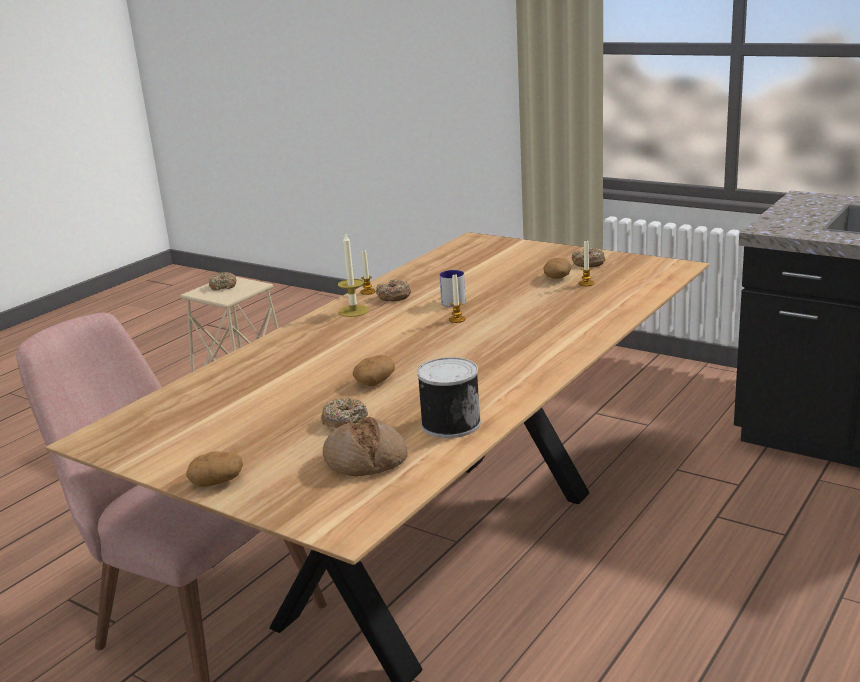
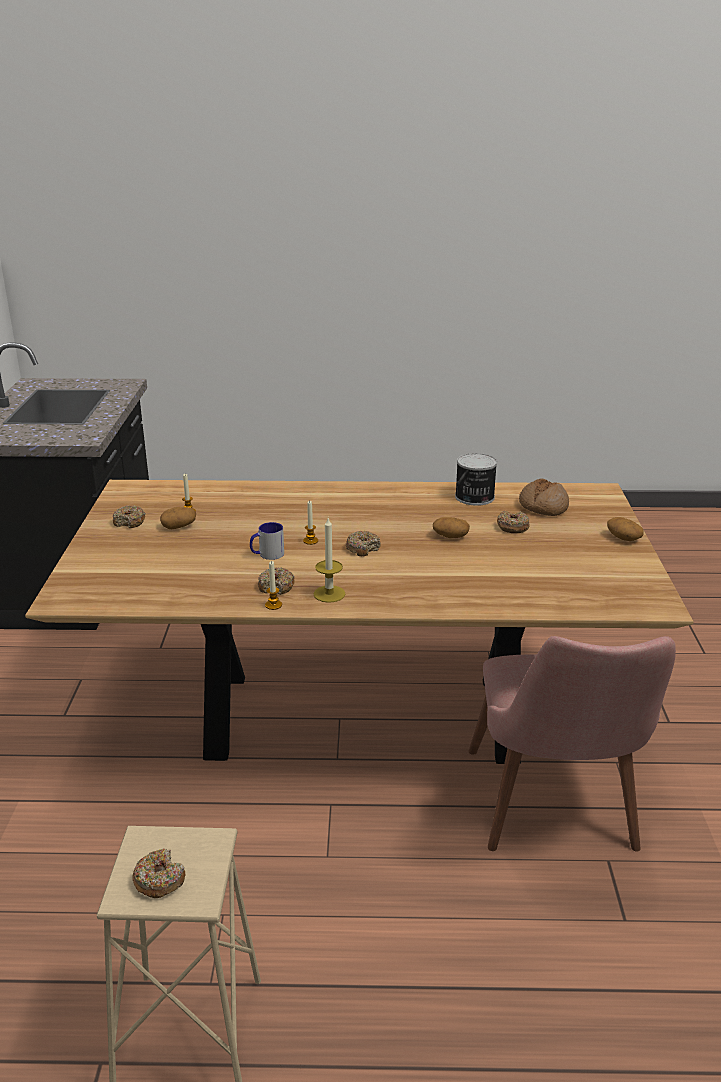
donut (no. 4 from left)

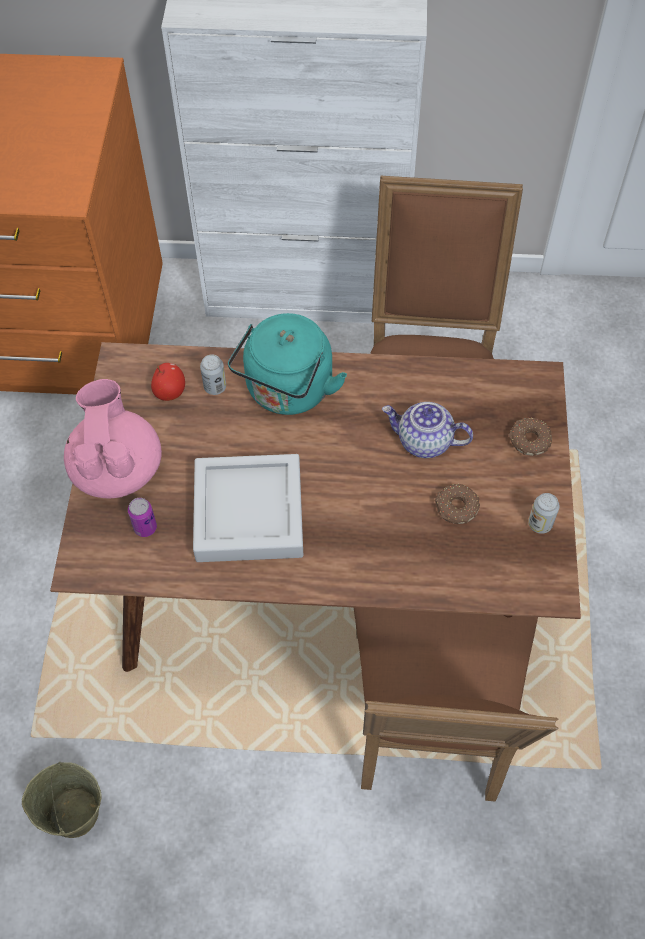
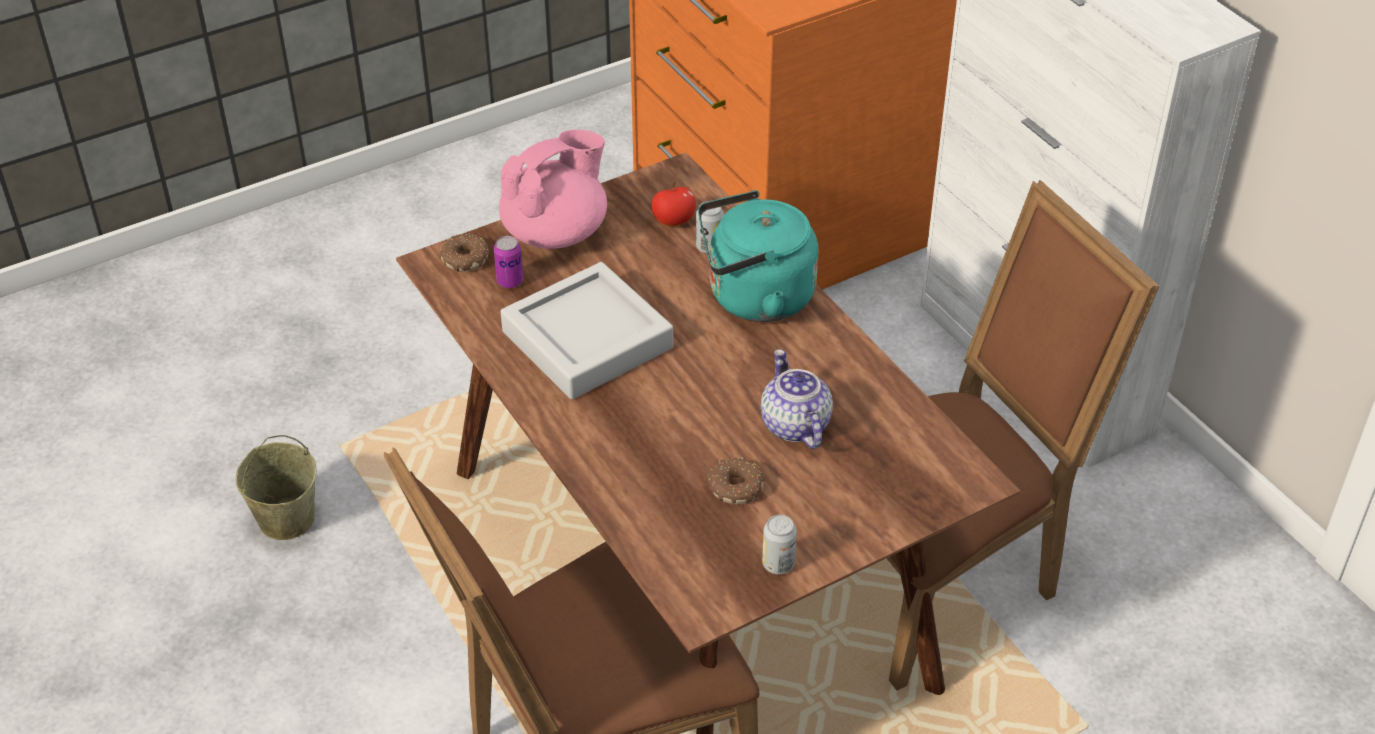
donut (no. 1 from left)

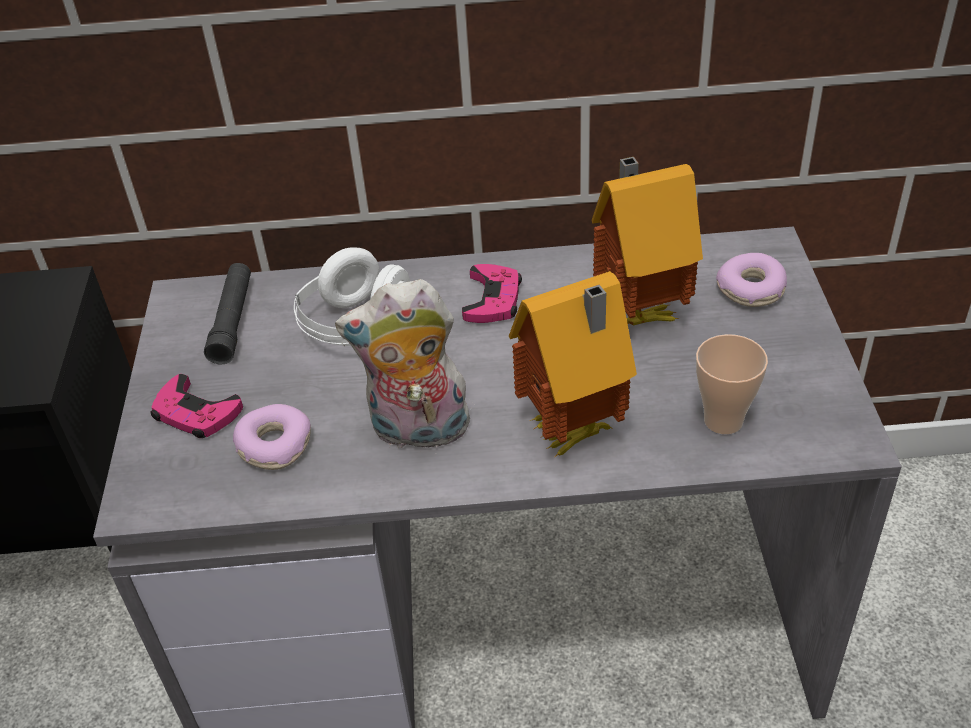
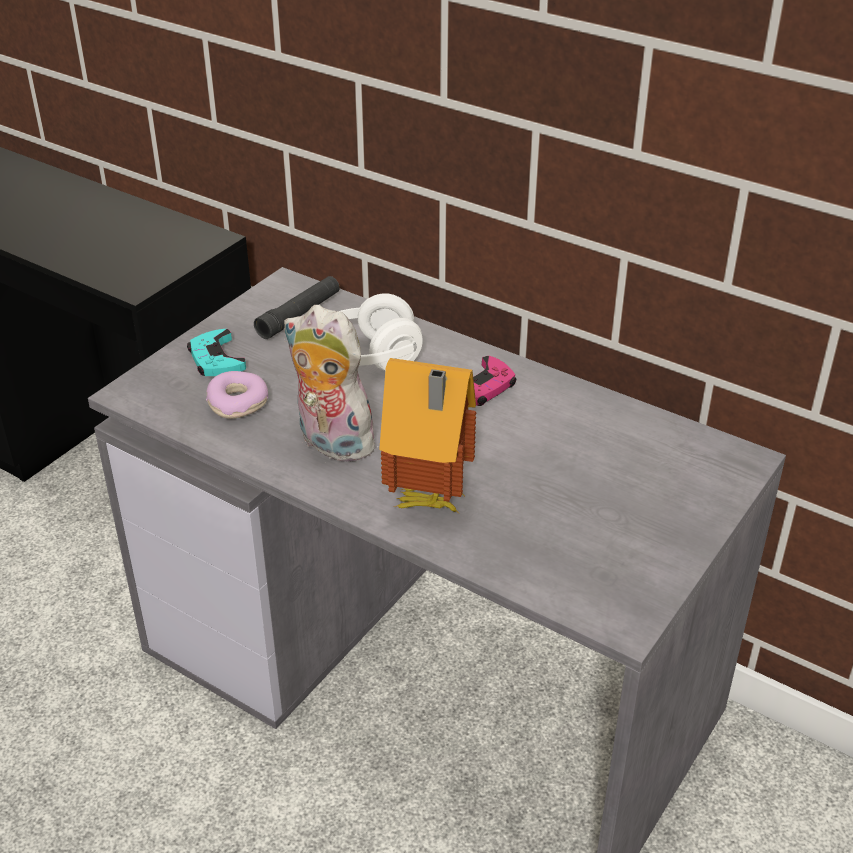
turquoise game controller
toy house (no. 2 from left in the first image)
cup
donut (no. 2 from left in the first image)

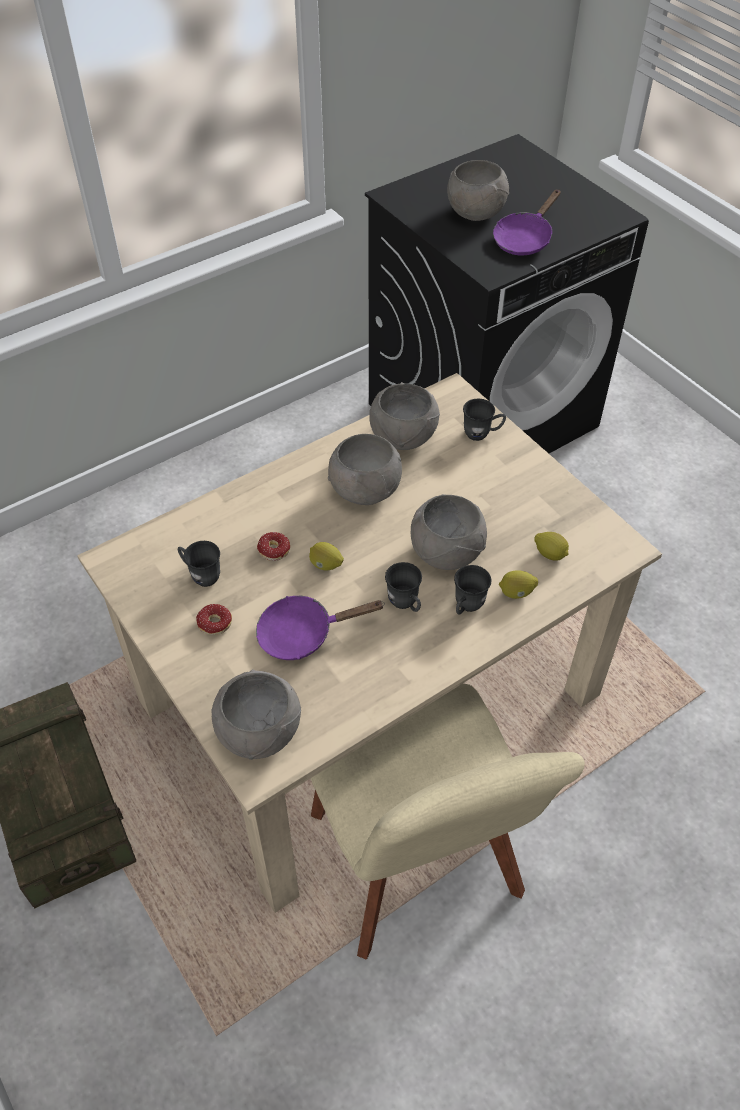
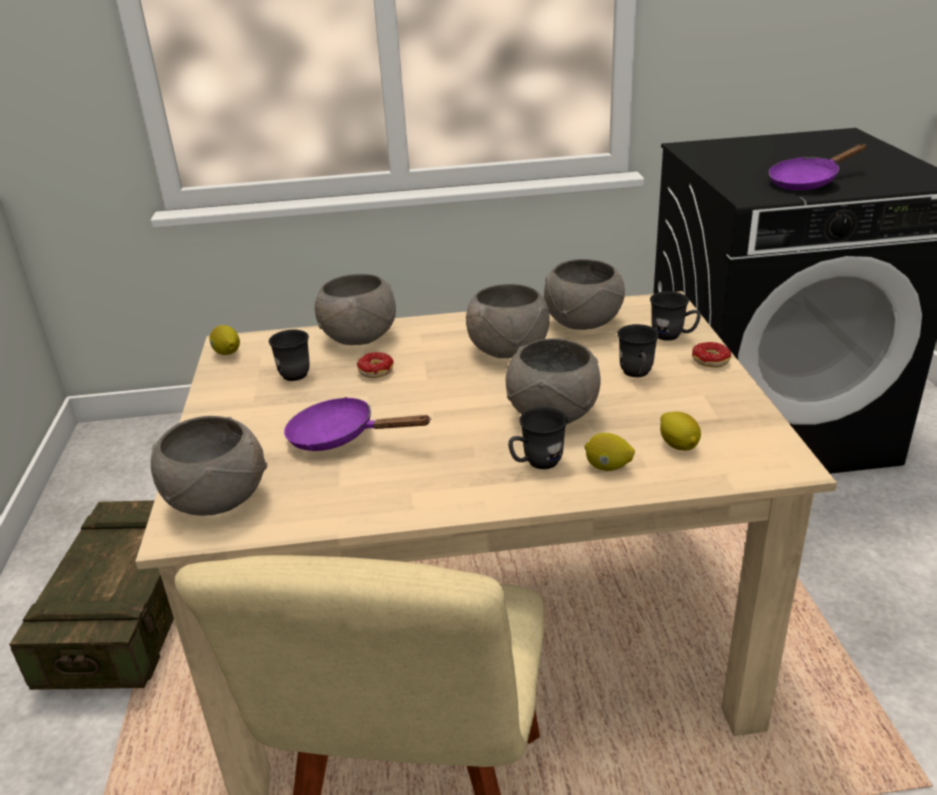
donut (no. 2 from left)
lemon (no. 1 from left)
grey mug (no. 3 from left)
grey bowl (no. 2 from left)

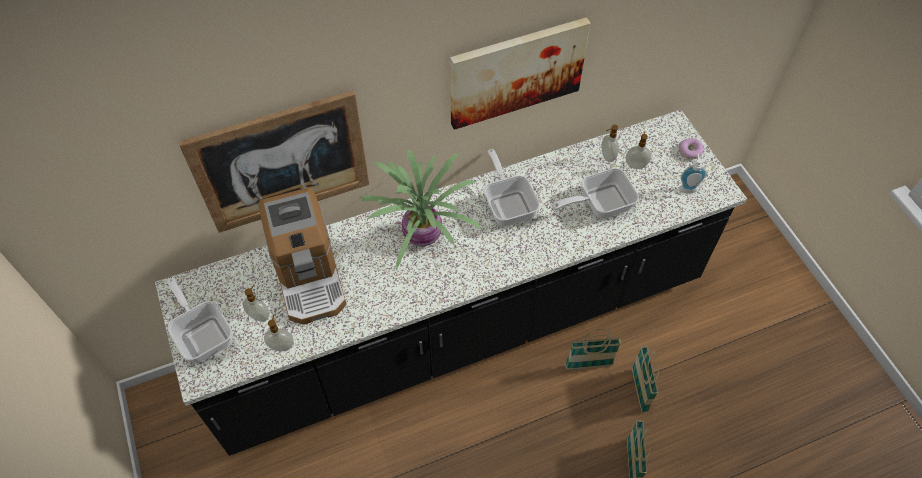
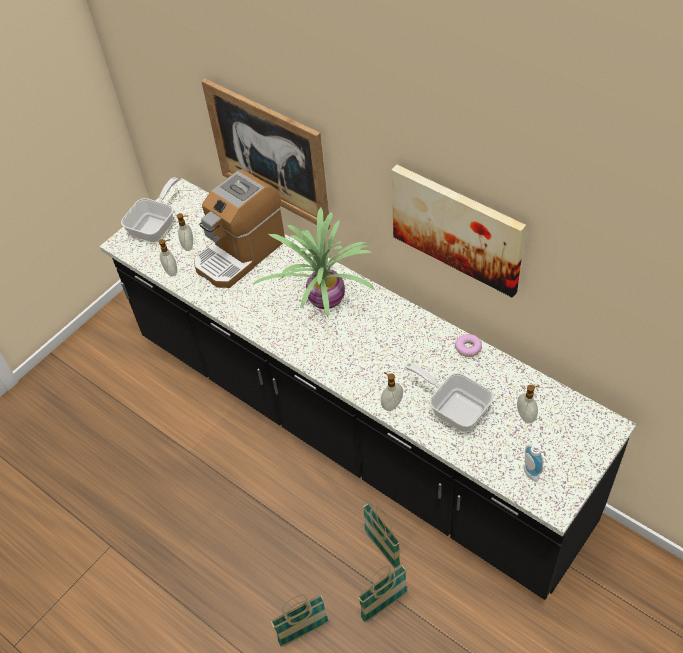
frying pan (no. 2 from left in the first image)
soap dispenser (no. 3 from left)
donut

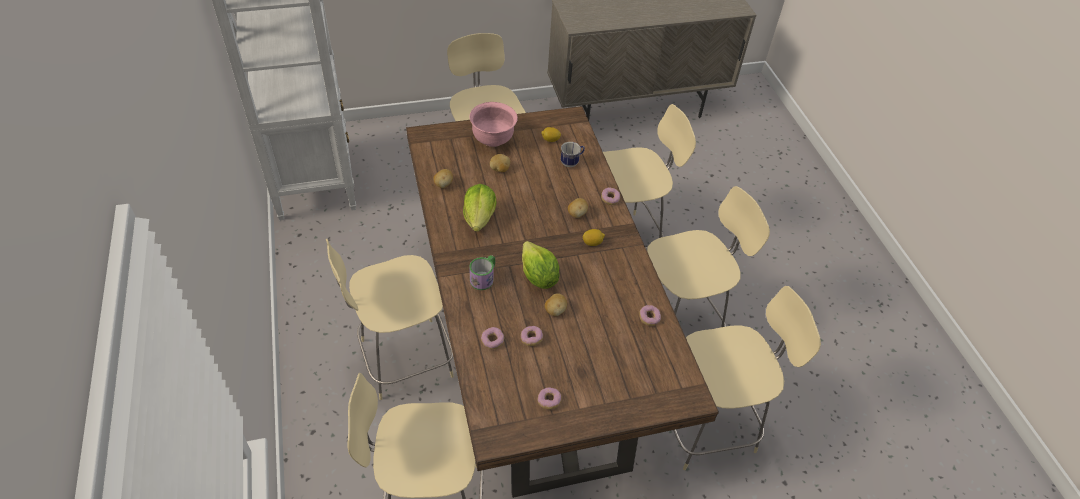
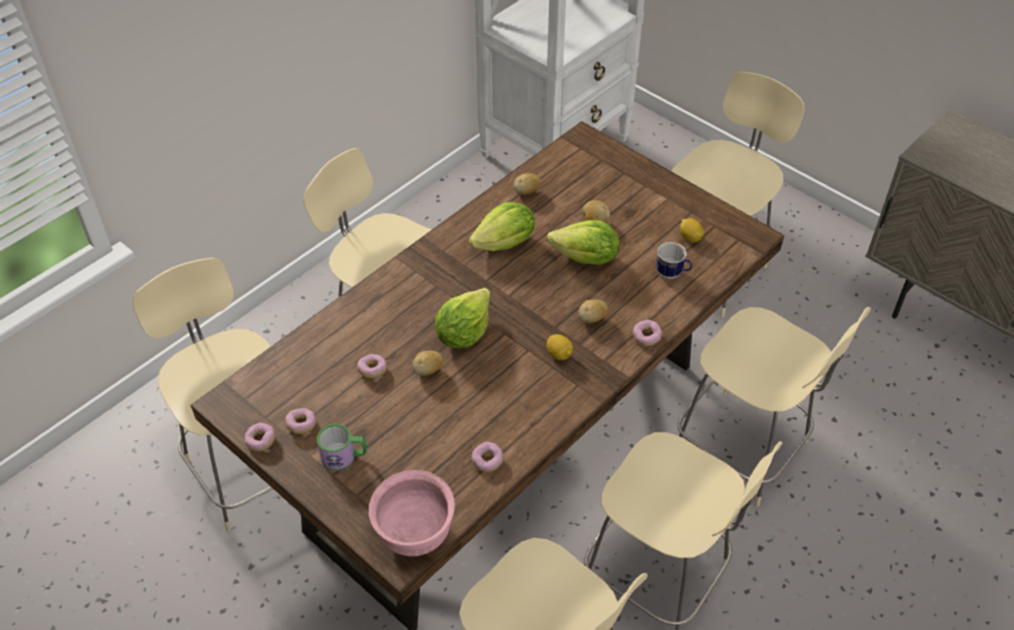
mug (no. 1 from left)
pink bowl
donut (no. 1 from left)
lettuce (no. 3 from left)

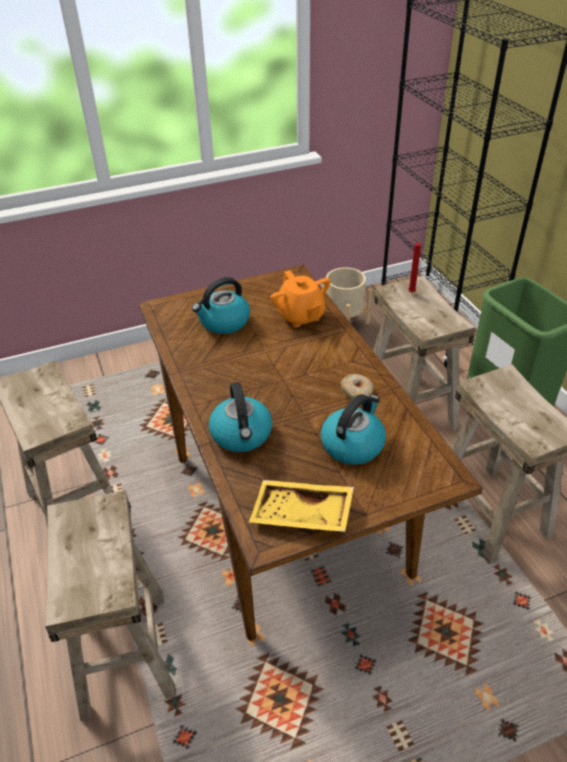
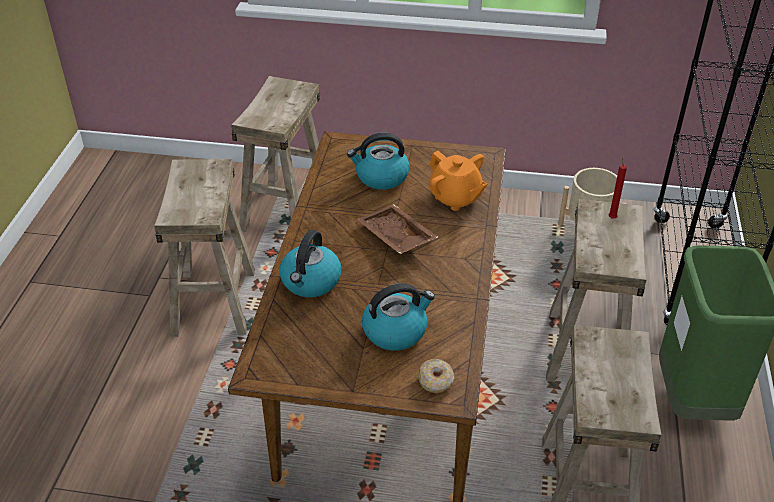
beige stool (no. 2 from left)
yellow tray
orange teapot
donut
brown tray

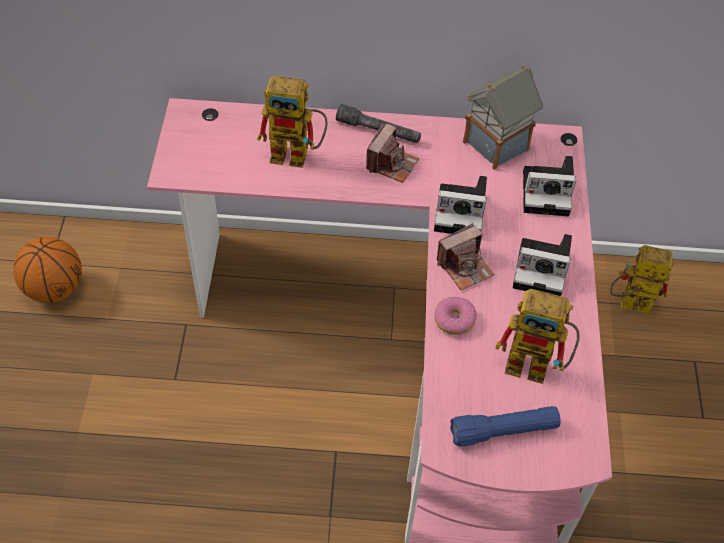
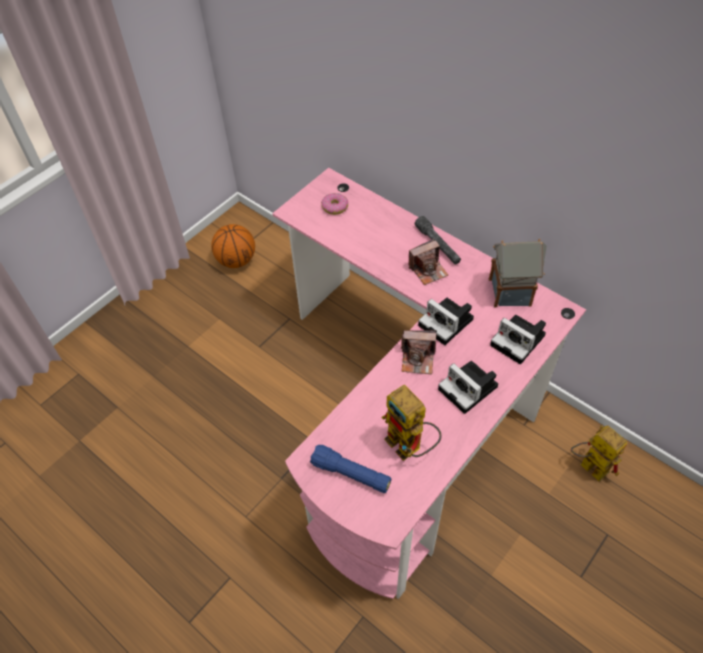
toy robot (no. 1 from left in the first image)
donut

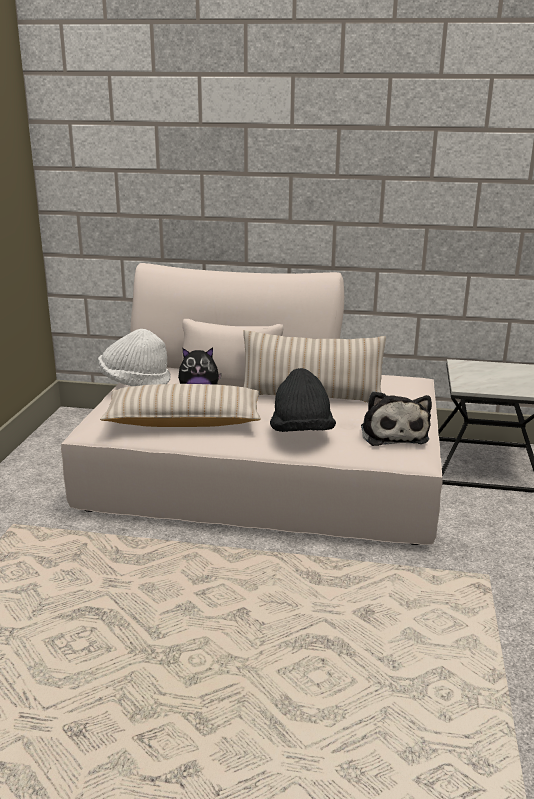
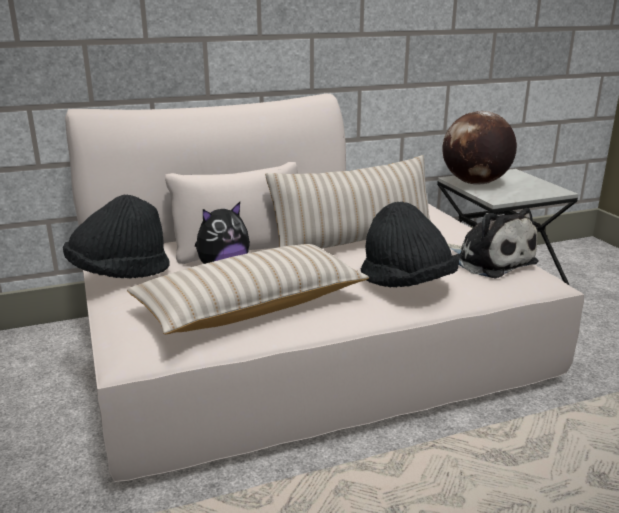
black hat (no. 1 from left)
globe

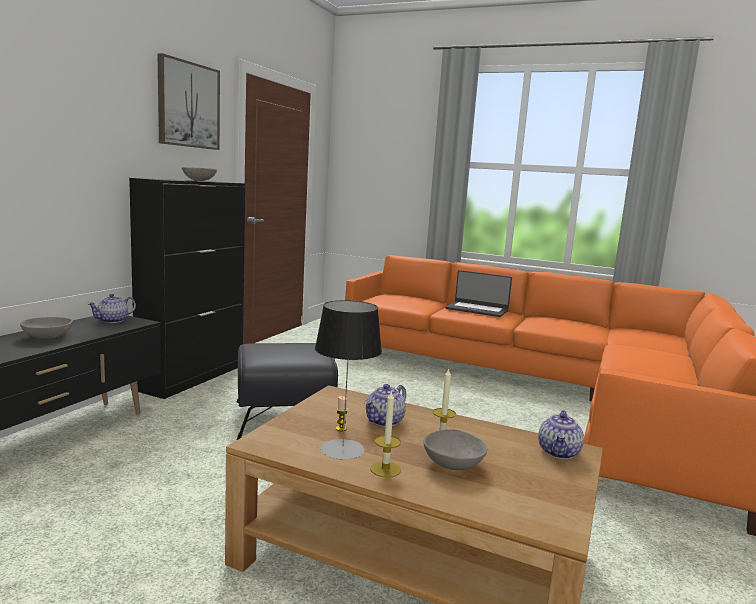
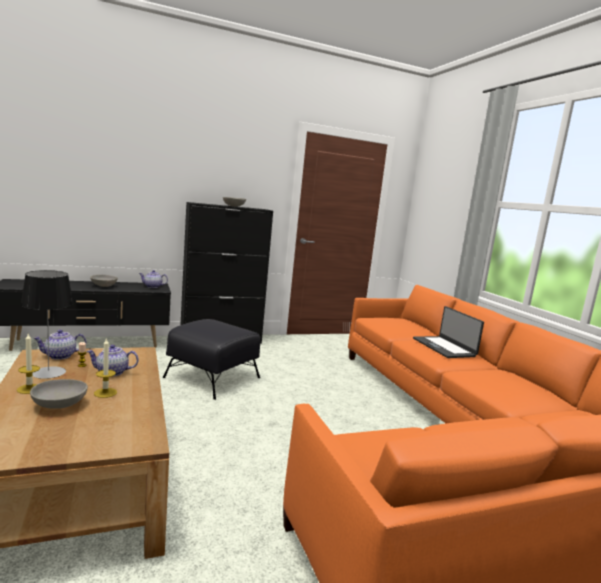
picture
teapot (no. 1 from left)

